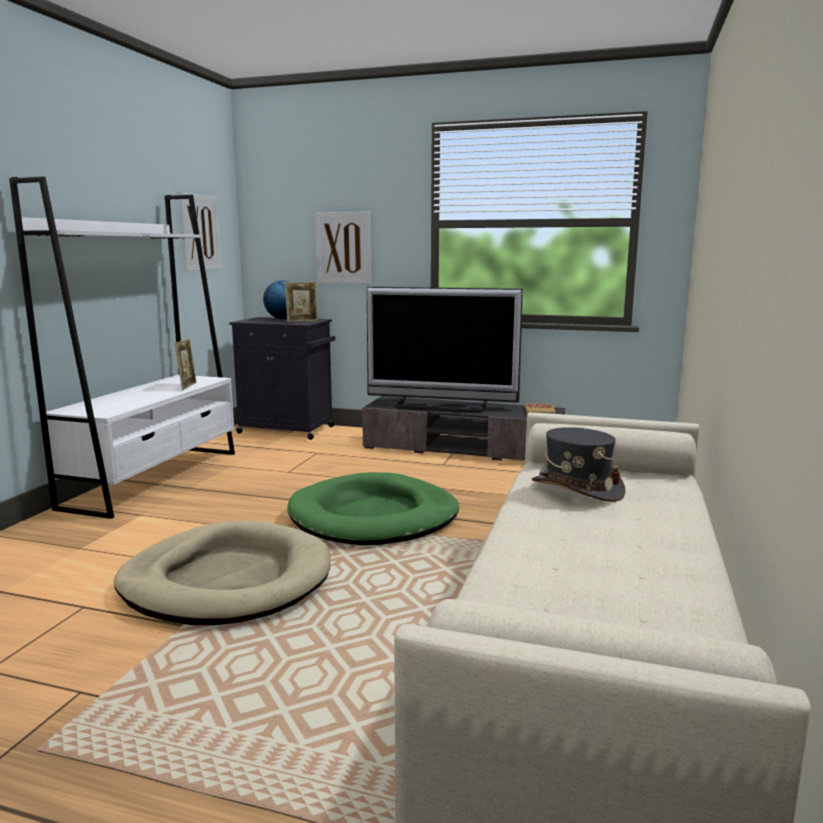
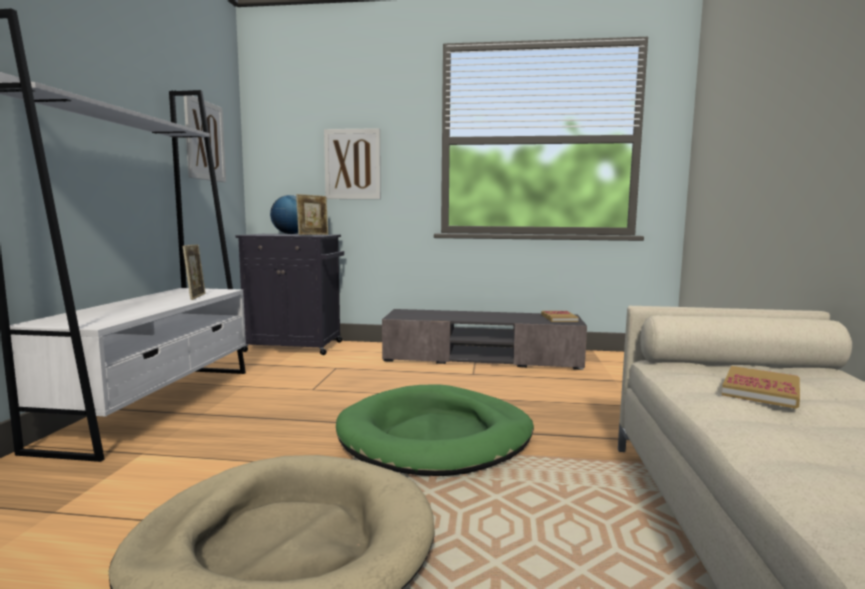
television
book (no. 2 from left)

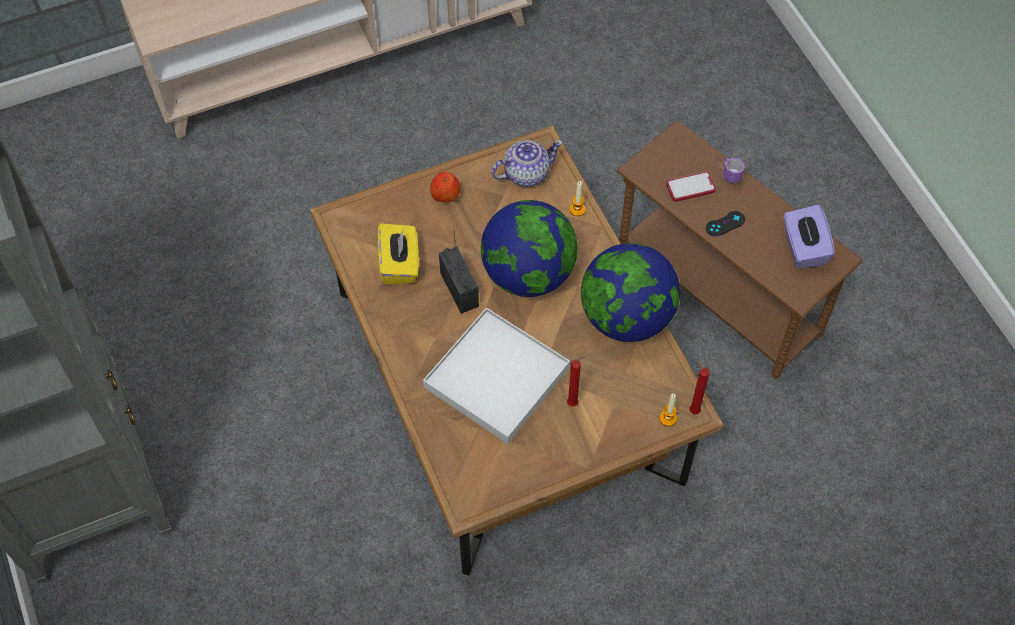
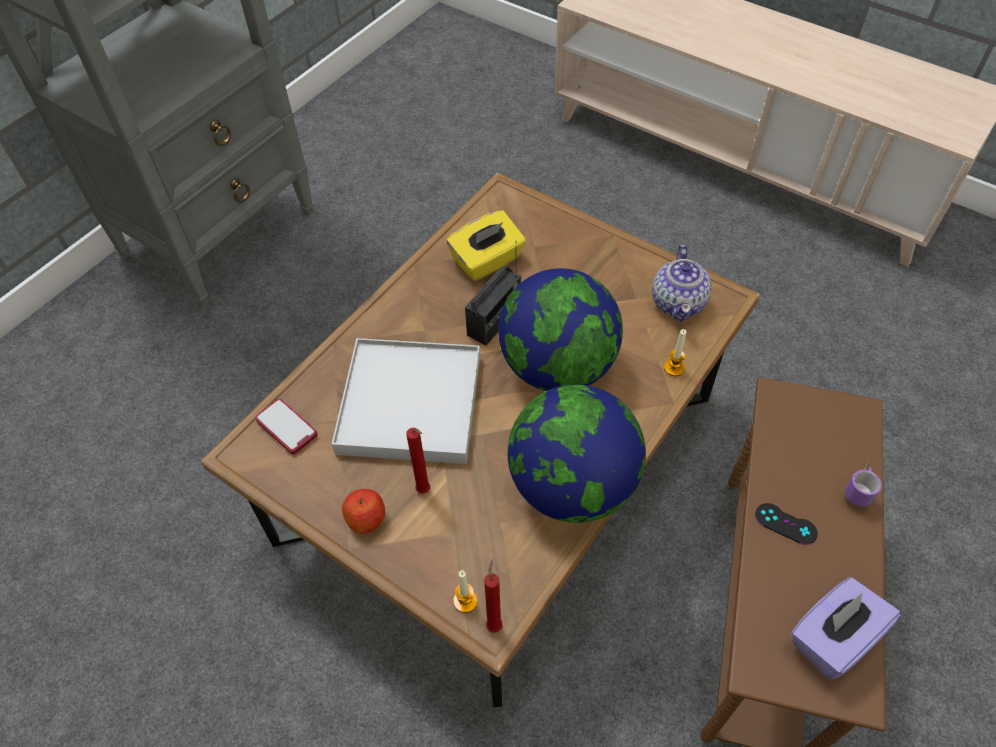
apple
teapot
phone

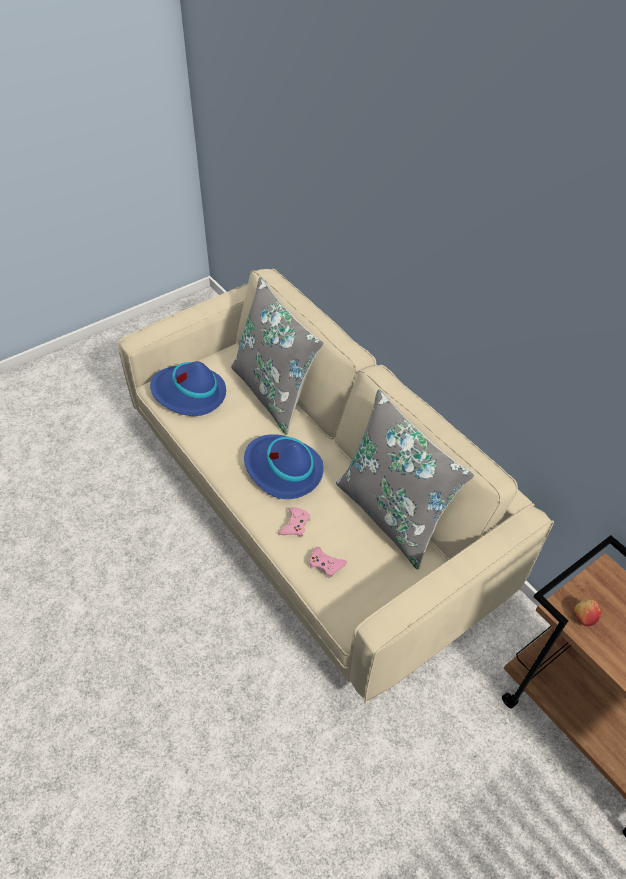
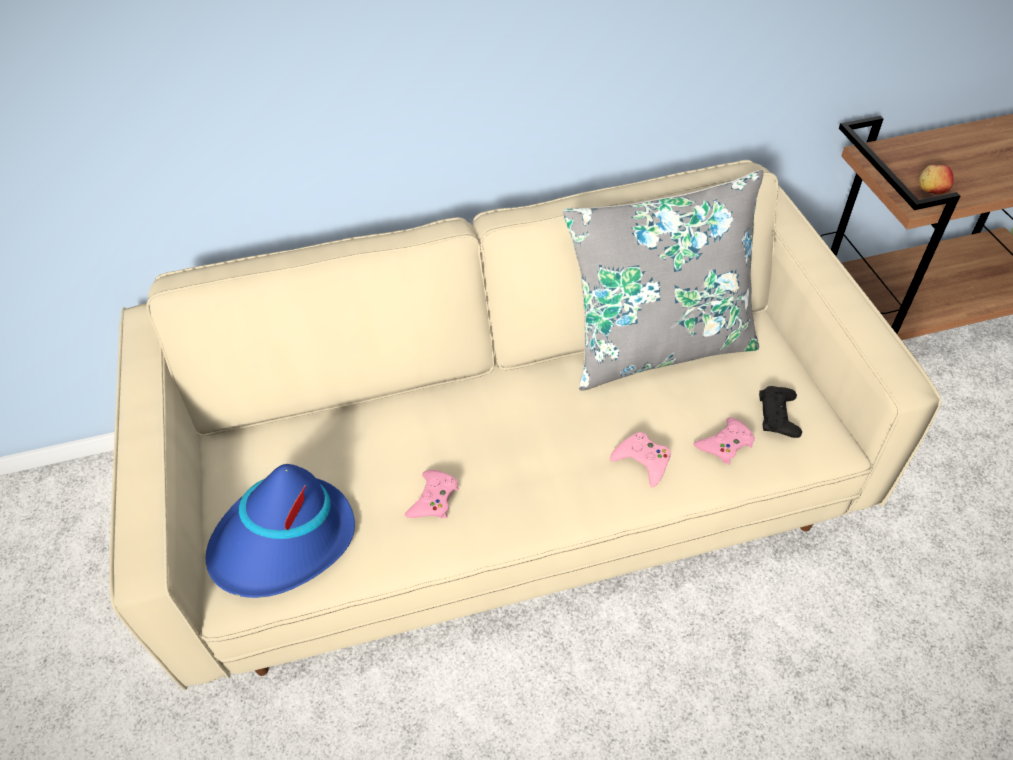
grey pillow (no. 1 from left in the first image)
blue hat (no. 2 from left in the first image)
pink game controller (no. 1 from left)
black game controller

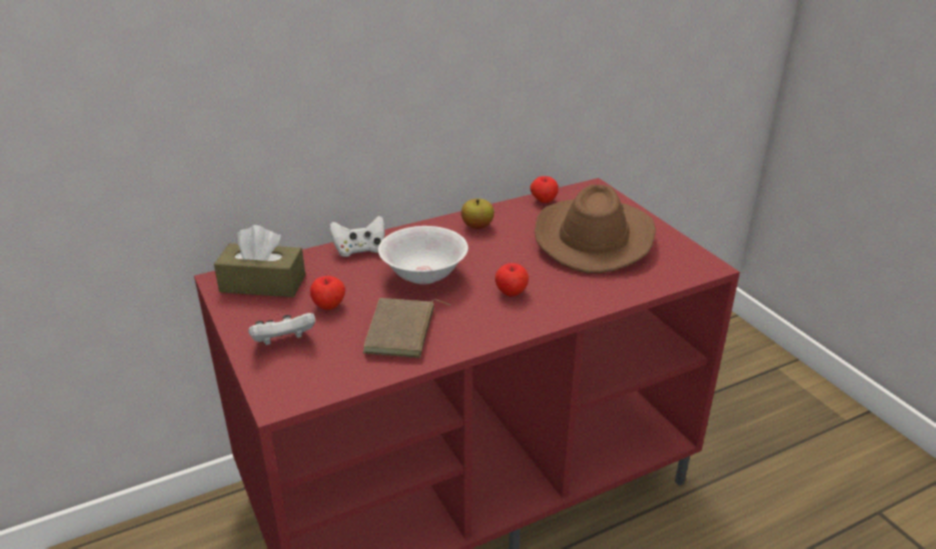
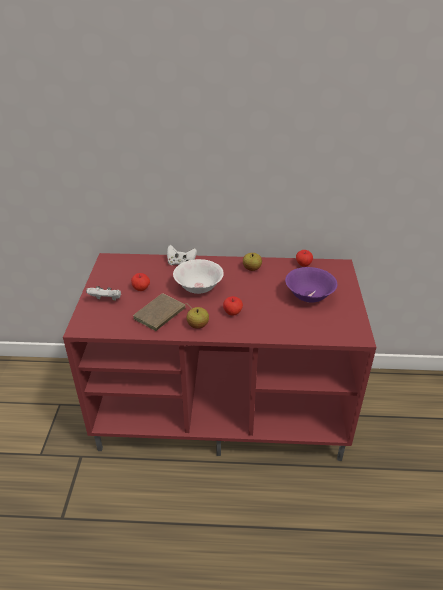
brown tissue box
purple bowl
apple (no. 2 from left)

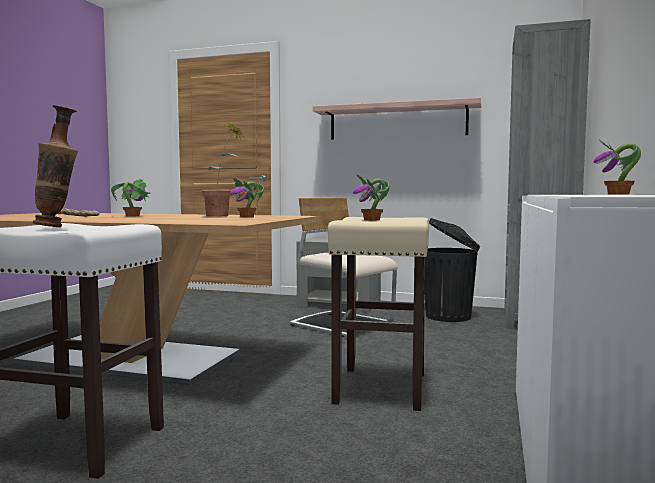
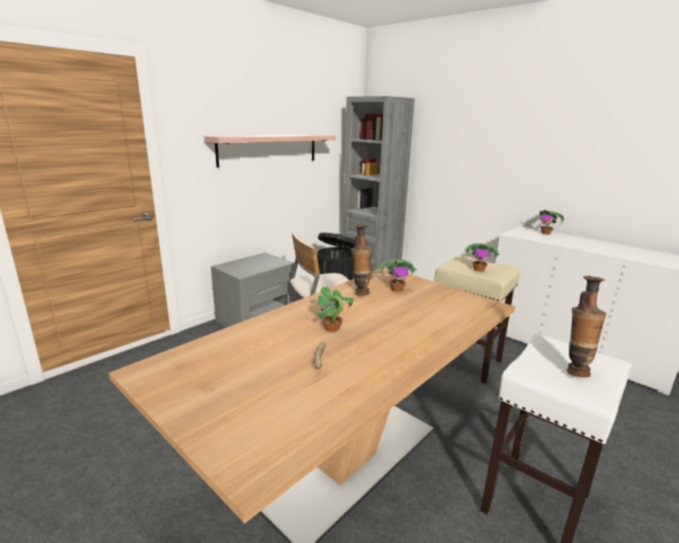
vase (no. 1 from left)

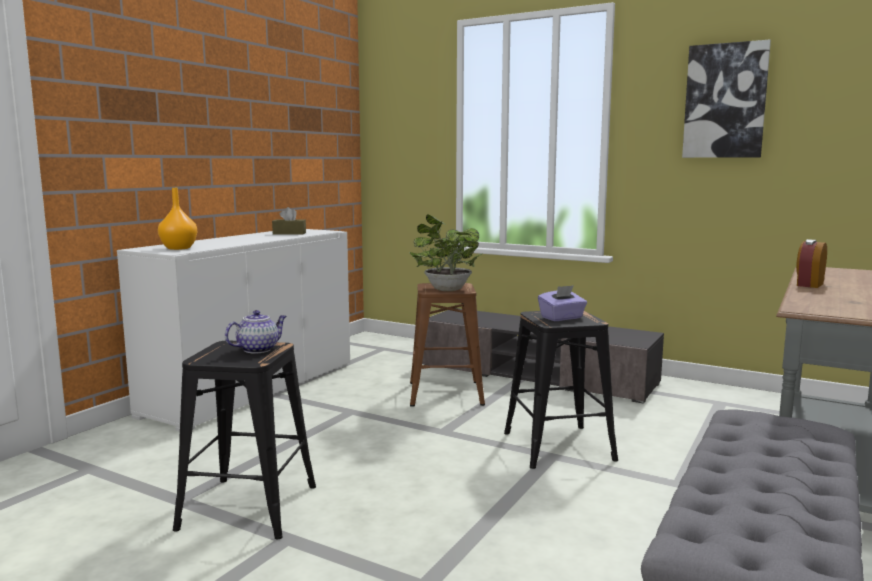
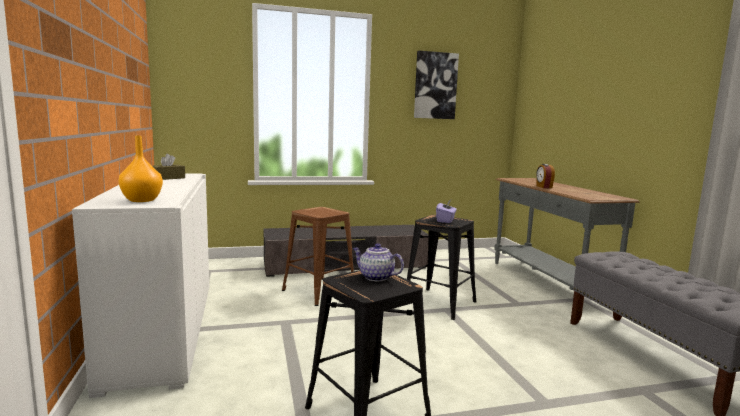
teapot
potted plant

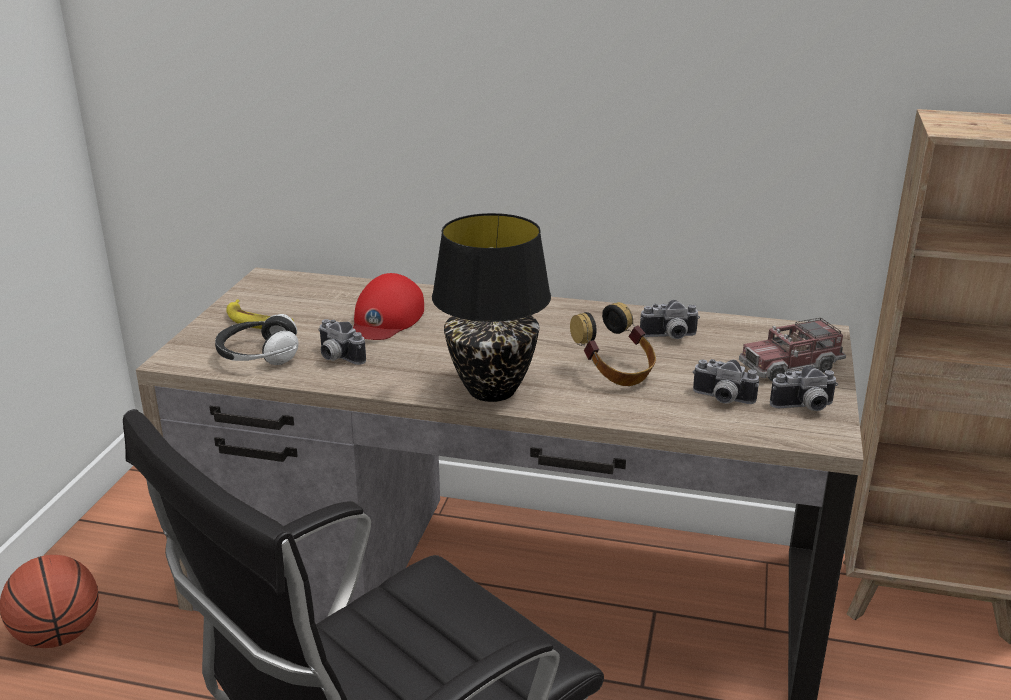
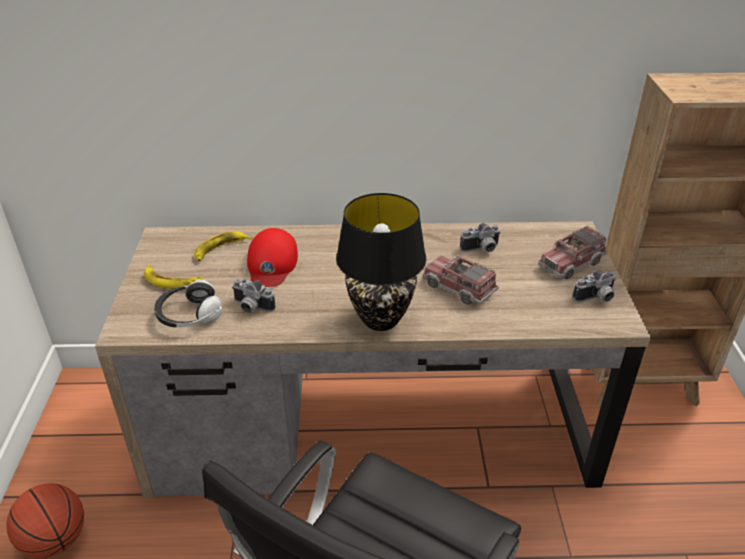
toy truck (no. 1 from left)
photo camera (no. 3 from left in the first image)
banana (no. 2 from left)

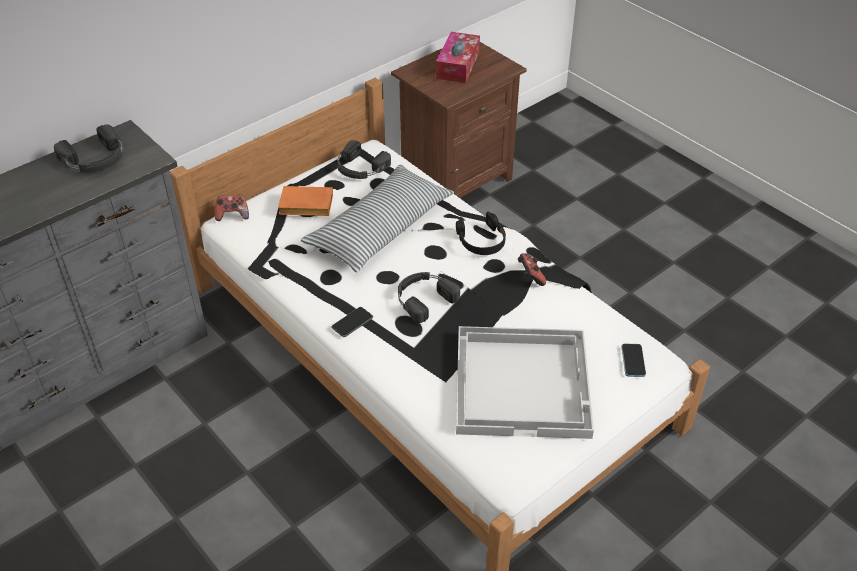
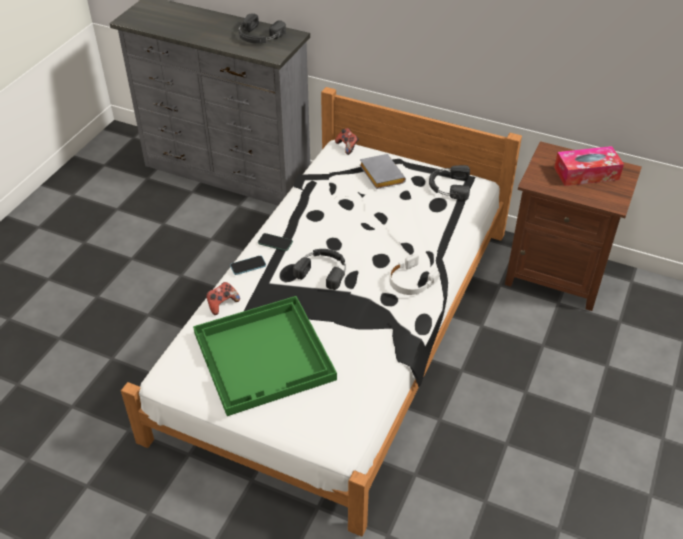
grey book
pillow
white headphones
green tray
game controller (no. 1 from left)
phone (no. 1 from left)

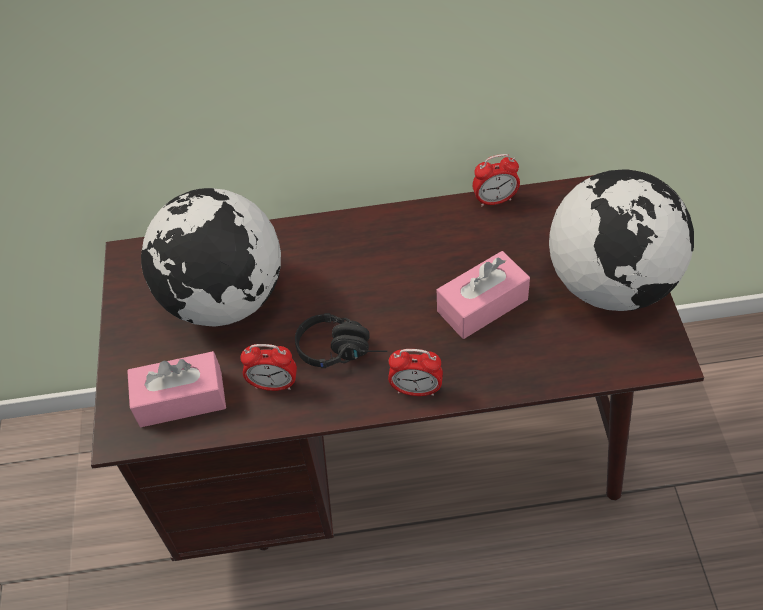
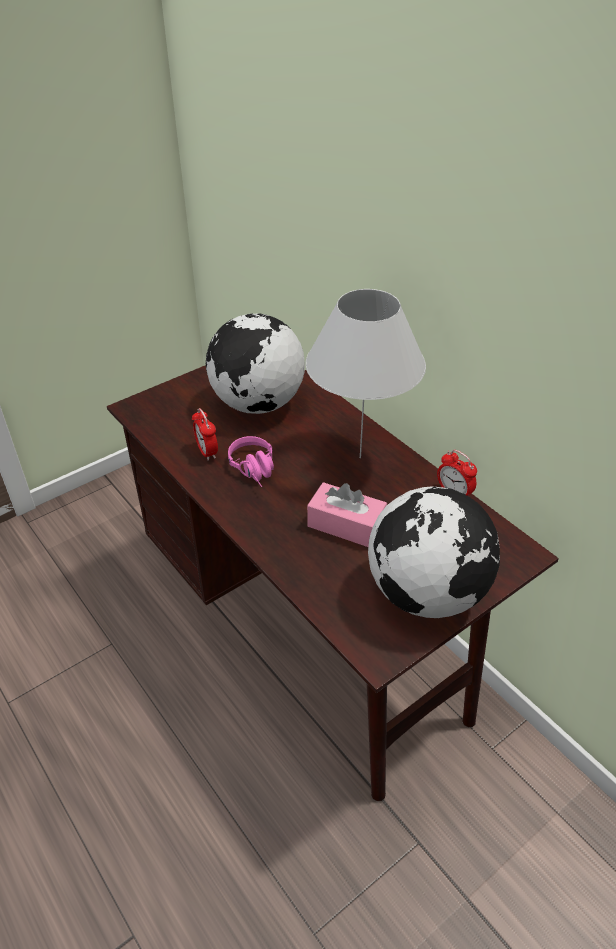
pink tissue box (no. 1 from left in the first image)
pink headphones
alarm clock (no. 2 from left in the first image)
white table lamp

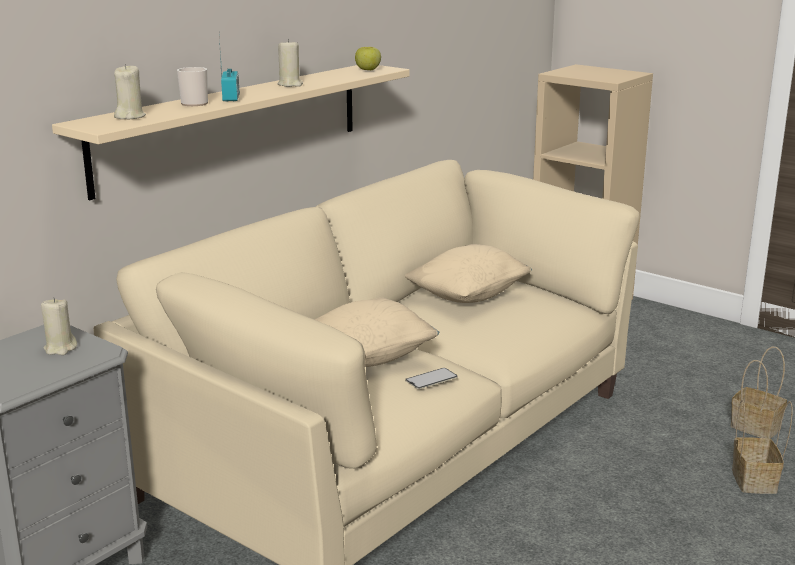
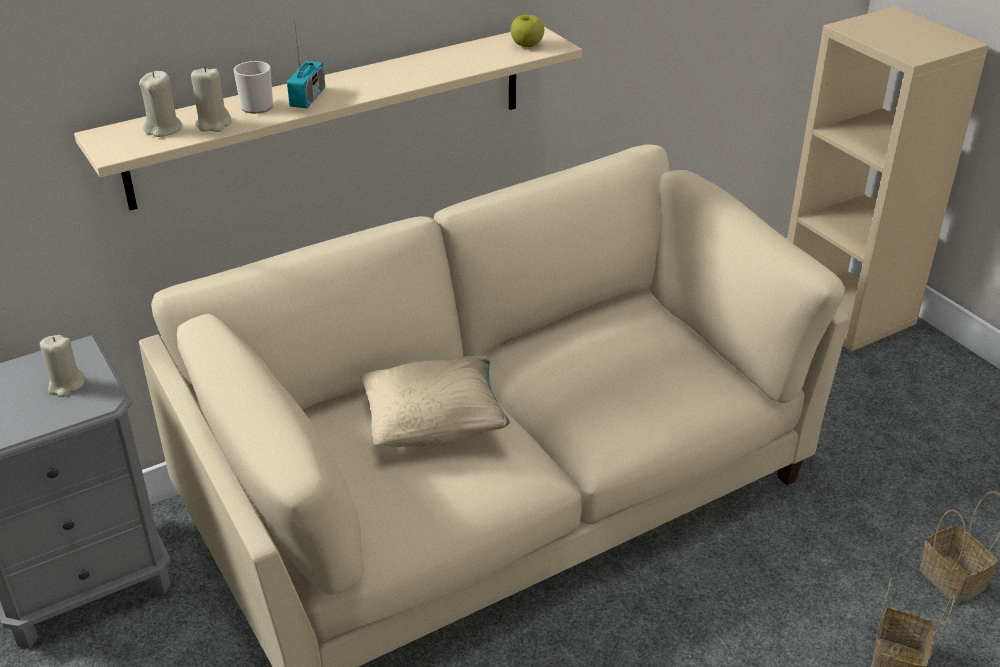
beige candle (no. 3 from left)
beige pillow (no. 2 from left in the first image)
phone

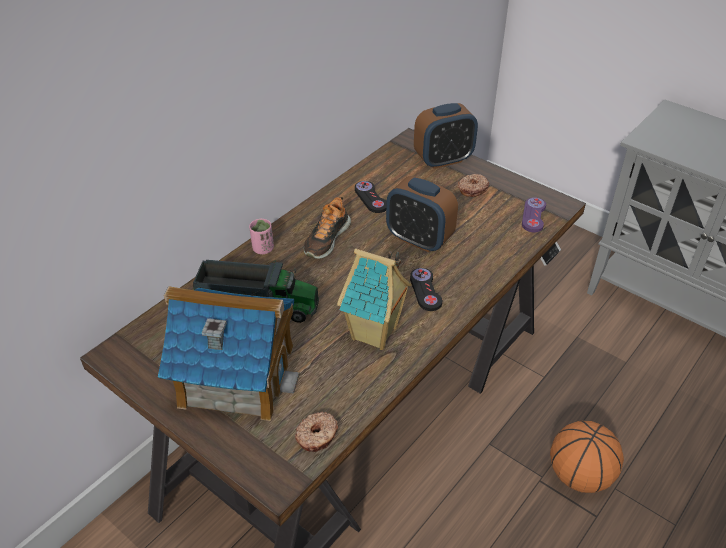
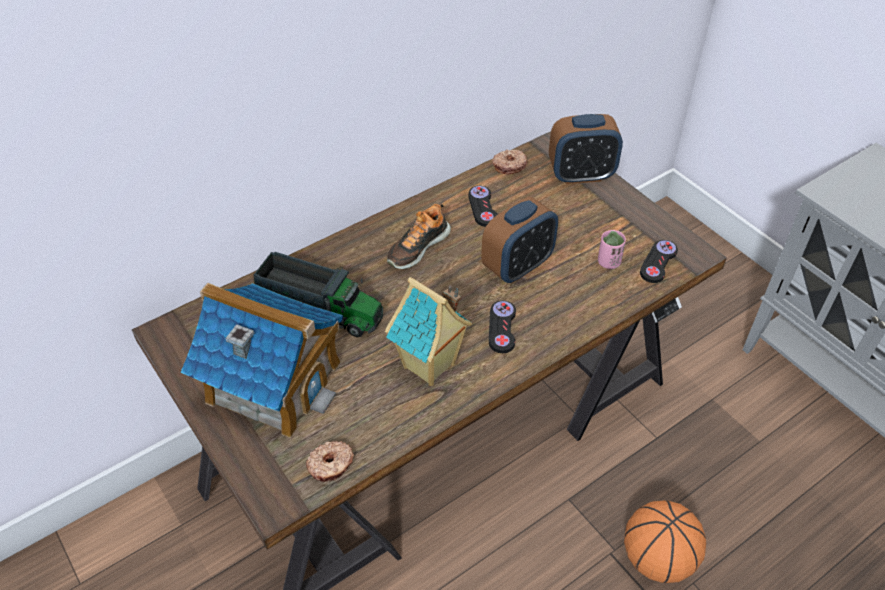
pink cup
alarm clock (no. 1 from left)
donut (no. 2 from left)
black game controller (no. 3 from left)

